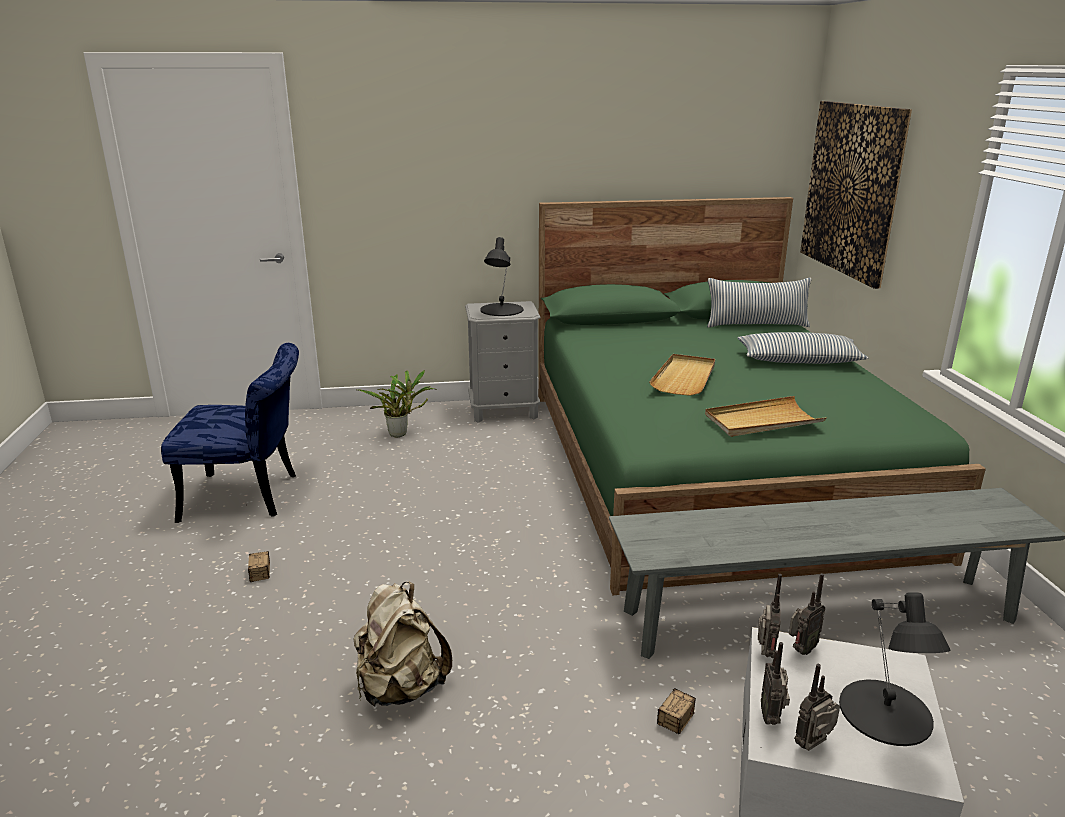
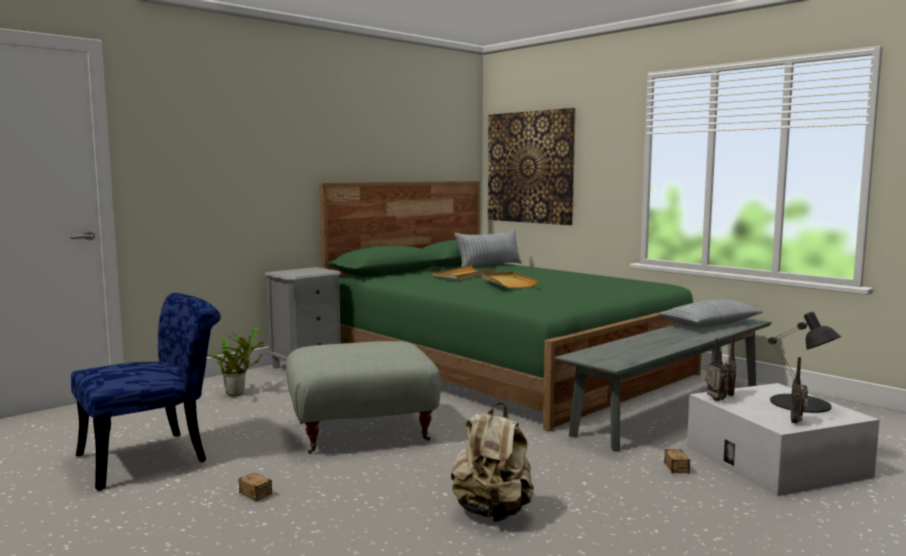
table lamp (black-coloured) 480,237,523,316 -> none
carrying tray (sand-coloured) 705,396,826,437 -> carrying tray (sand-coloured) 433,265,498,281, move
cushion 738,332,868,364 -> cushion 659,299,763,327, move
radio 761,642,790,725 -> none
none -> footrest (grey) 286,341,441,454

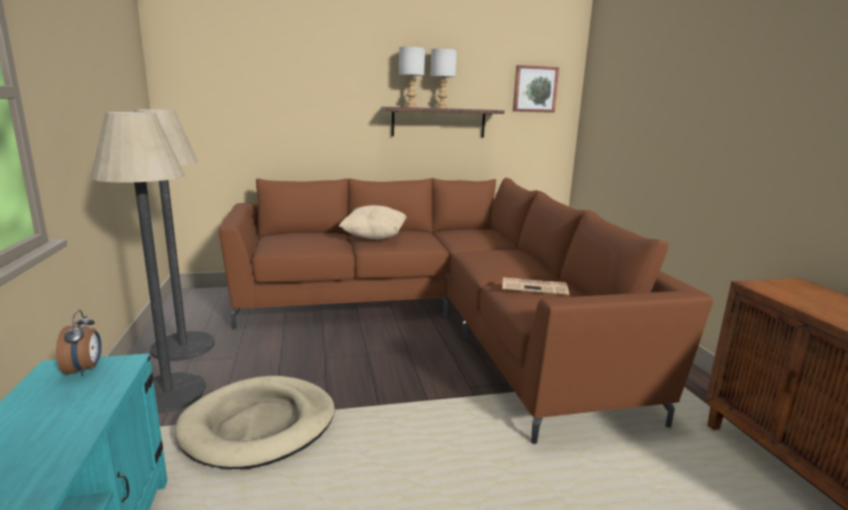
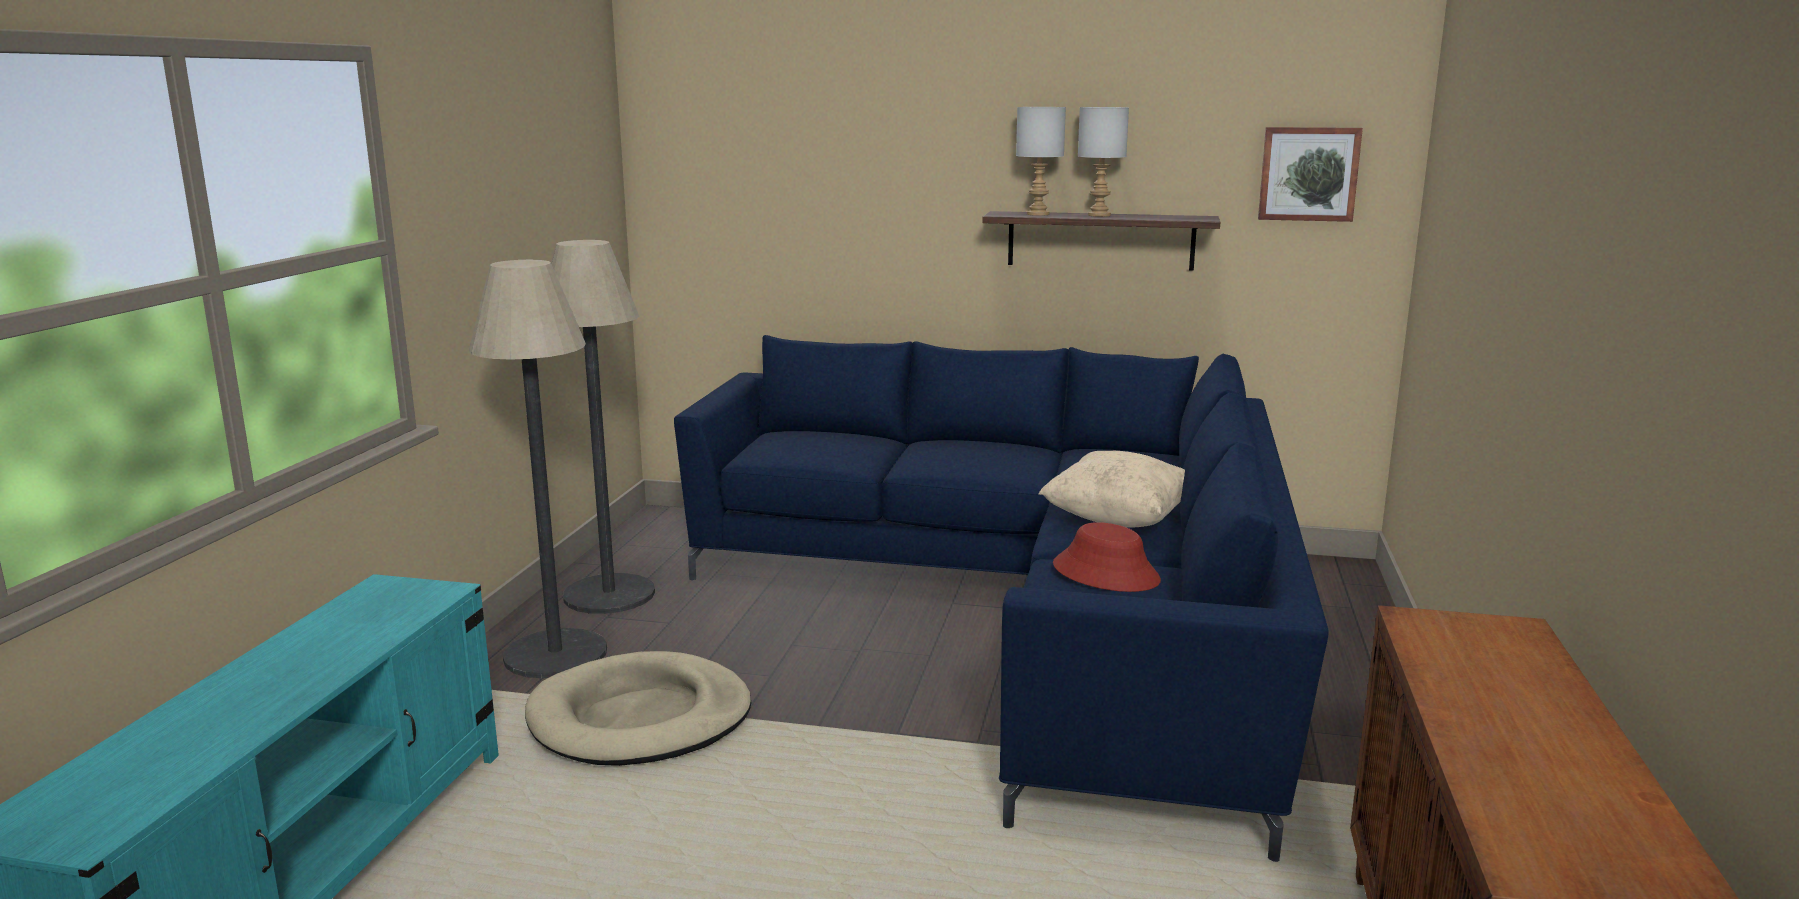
table clock 56,310,102,376 -> none
sofa (brown) 219,178,713,444 -> sofa (blue) 674,335,1329,862
cushion (sand-coloured) 339,205,406,239 -> cushion (sand-coloured) 1039,451,1185,528, move
daily paper 502,278,569,295 -> clothing hat (reddish) 1053,522,1161,592

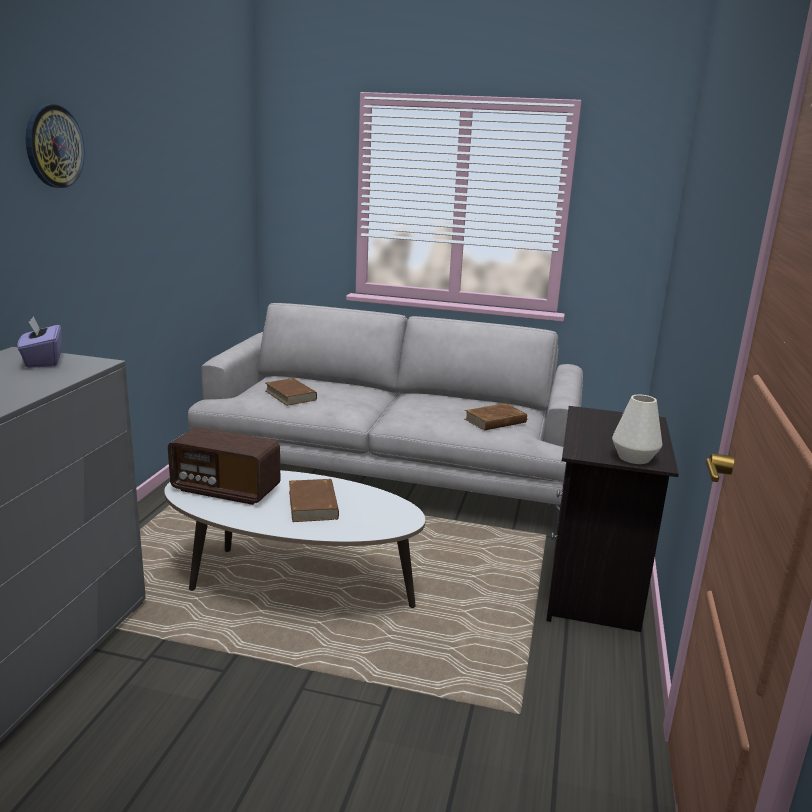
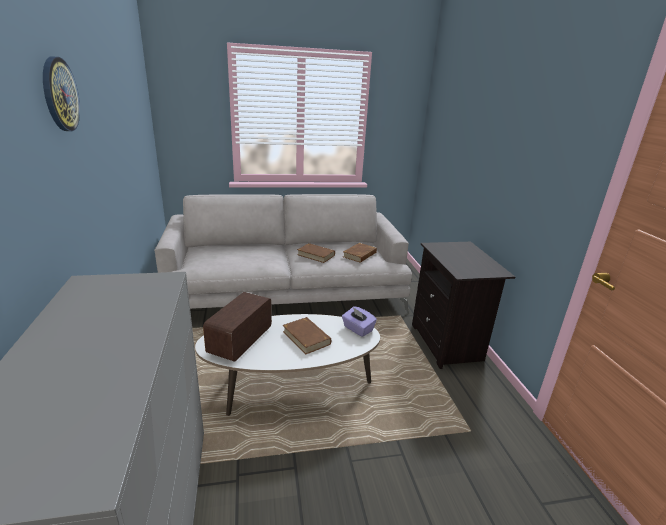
tissue box (purplish) 17,316,62,368 -> tissue box (purplish) 342,306,377,337, move
radio 168,427,280,505 -> radio 203,292,272,362, 120 degrees clockwise
book (brown) 266,378,317,406 -> book (brown) 297,243,335,263, move
flower vase (whitish) 612,394,662,464 -> none

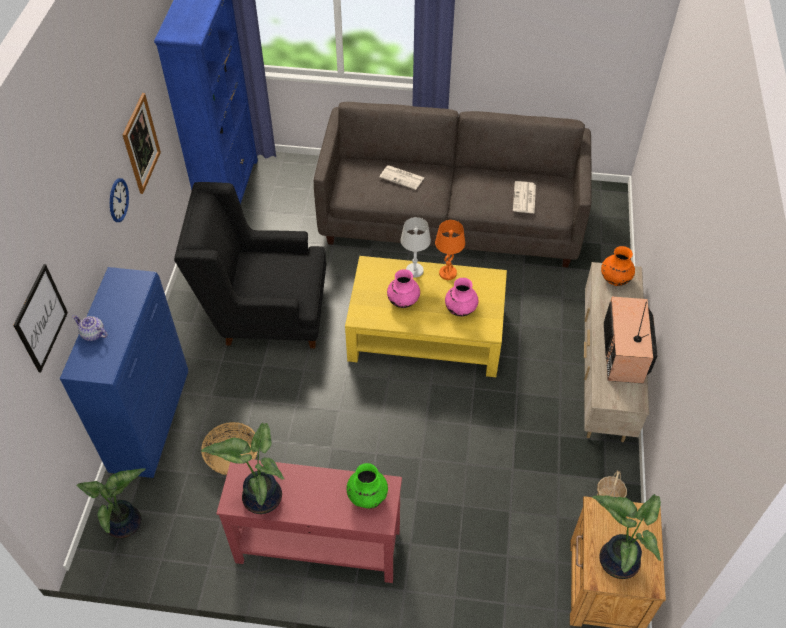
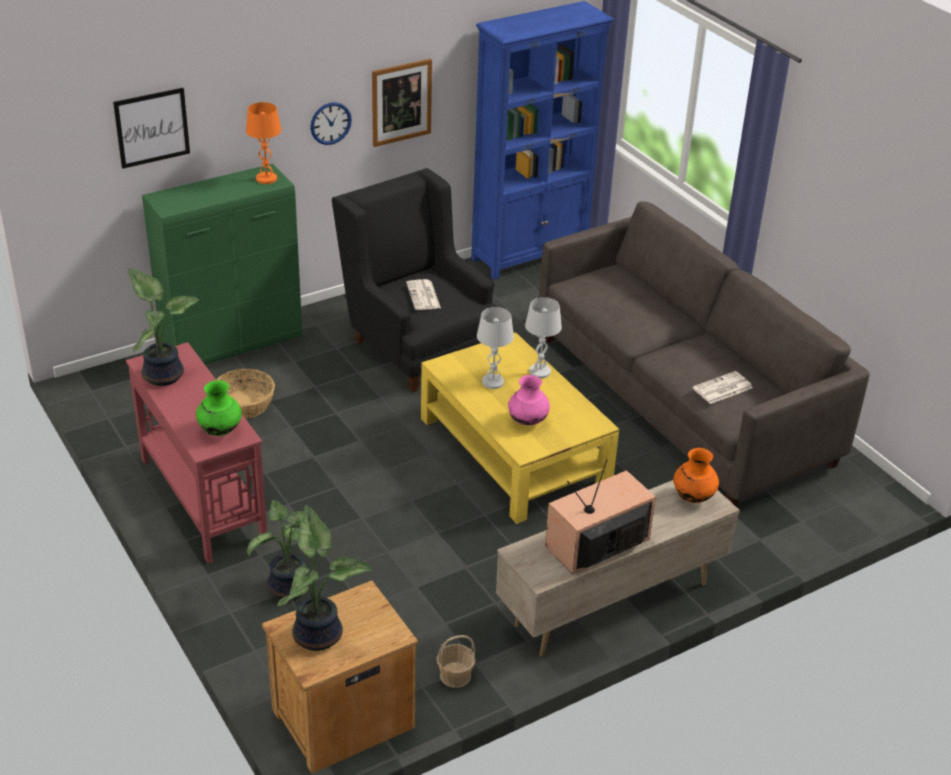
cupboard (blue) 60,267,188,478 -> cupboard (green-coloured) 142,164,302,365
teapot 72,315,108,341 -> none
potted plant 76,468,146,539 -> potted plant 247,500,326,599, move
daily paper 379,165,425,190 -> daily paper 406,279,441,310, move
flower vase (pink-coloured) 387,269,420,308 -> table lamp (whitish) 477,307,514,389
table lamp (orange-coloured) 435,220,465,280 -> table lamp (orange-coloured) 246,102,281,184, move

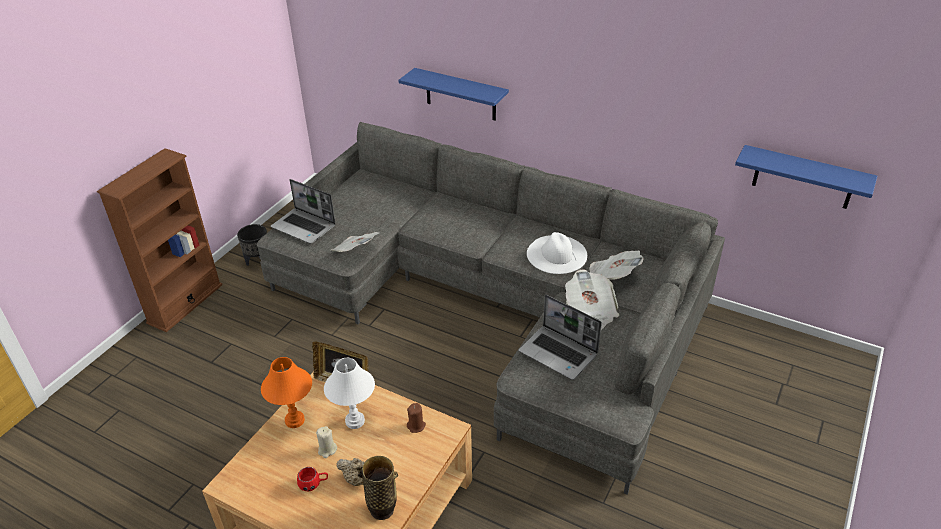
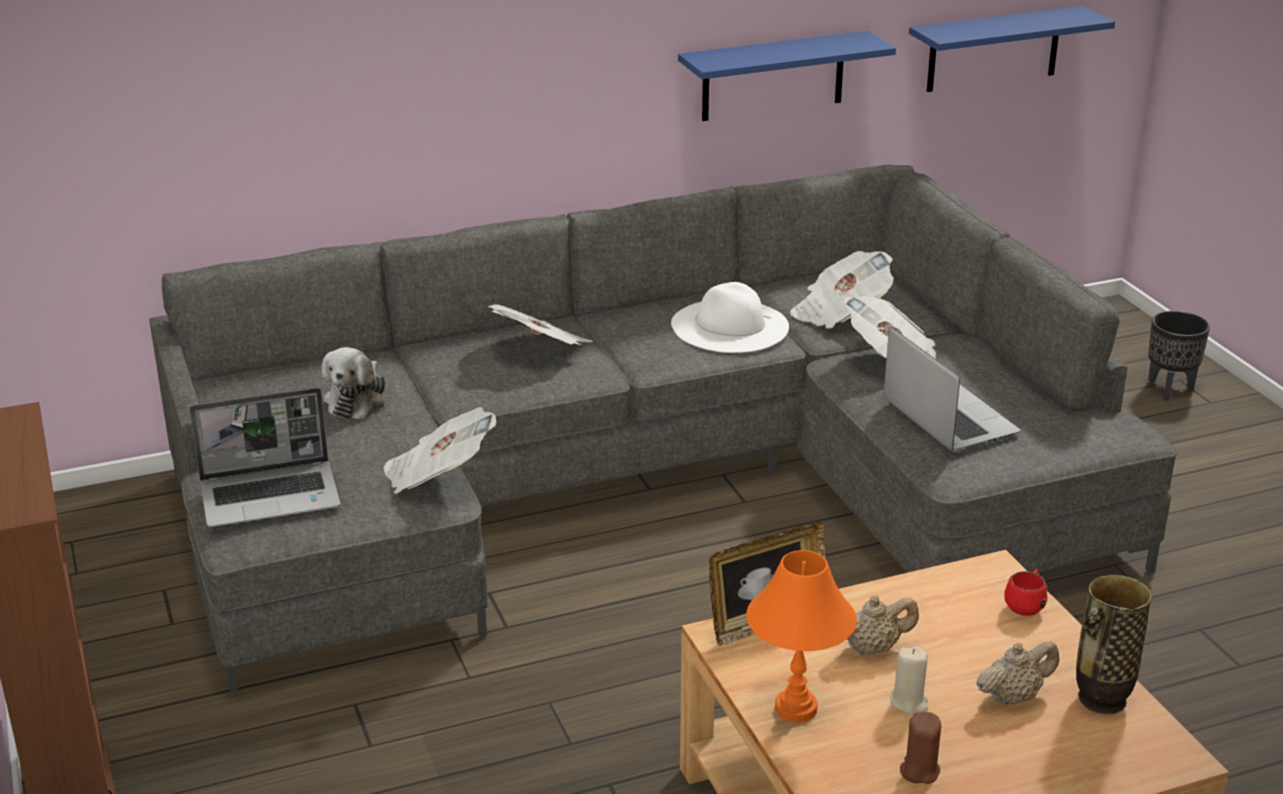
flower pot (black-coloured) 237,224,267,266 -> flower pot (black-coloured) 1148,311,1210,401, move
tea mug (reddish) 297,467,328,491 -> tea mug (reddish) 1004,569,1047,616, move
table lamp (whitish) 324,358,375,429 -> teapot (sand-coloured) 847,595,919,655
shelf (blue) 399,68,509,121 -> shelf (blue) 678,31,896,121, move
candle (brown) 407,403,426,433 -> candle (brown) 900,712,941,784, move
laptop 519,295,602,380 -> laptop 884,327,1020,452, 105 degrees counterclockwise
none -> cuddly toy 322,347,386,419
none -> daily paper 488,304,593,345

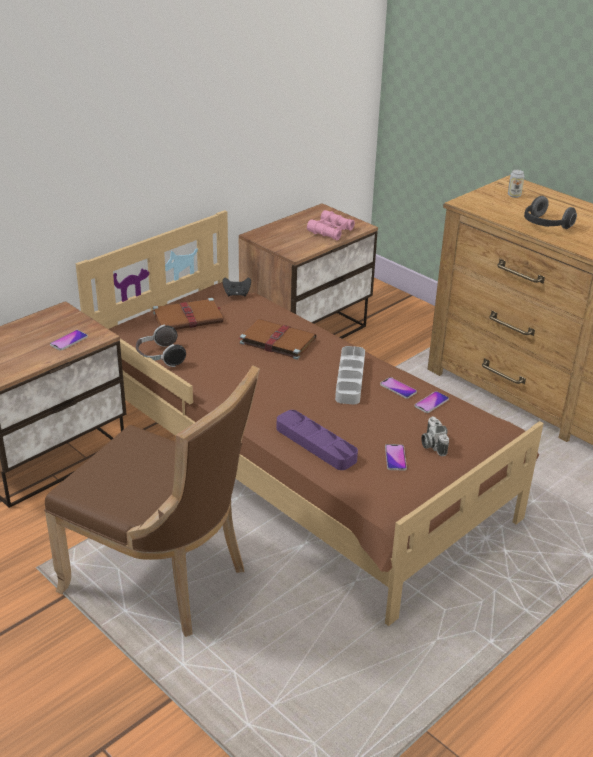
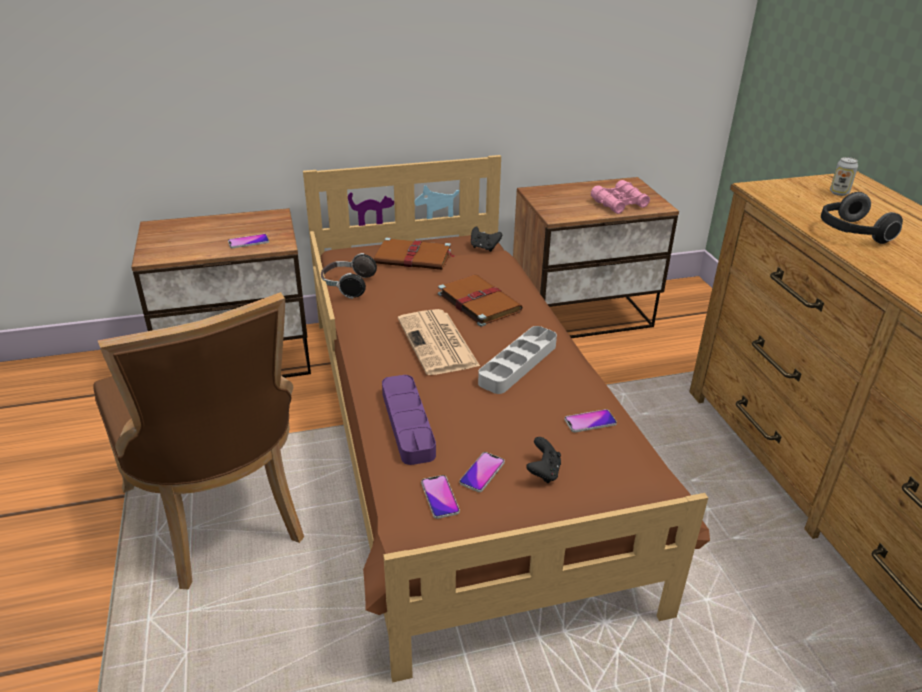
phone 380,377,417,399 -> phone 421,475,460,519, move
still camera 421,416,449,456 -> game controller (black-coloured) 526,437,561,483
none -> daily paper 398,309,480,375

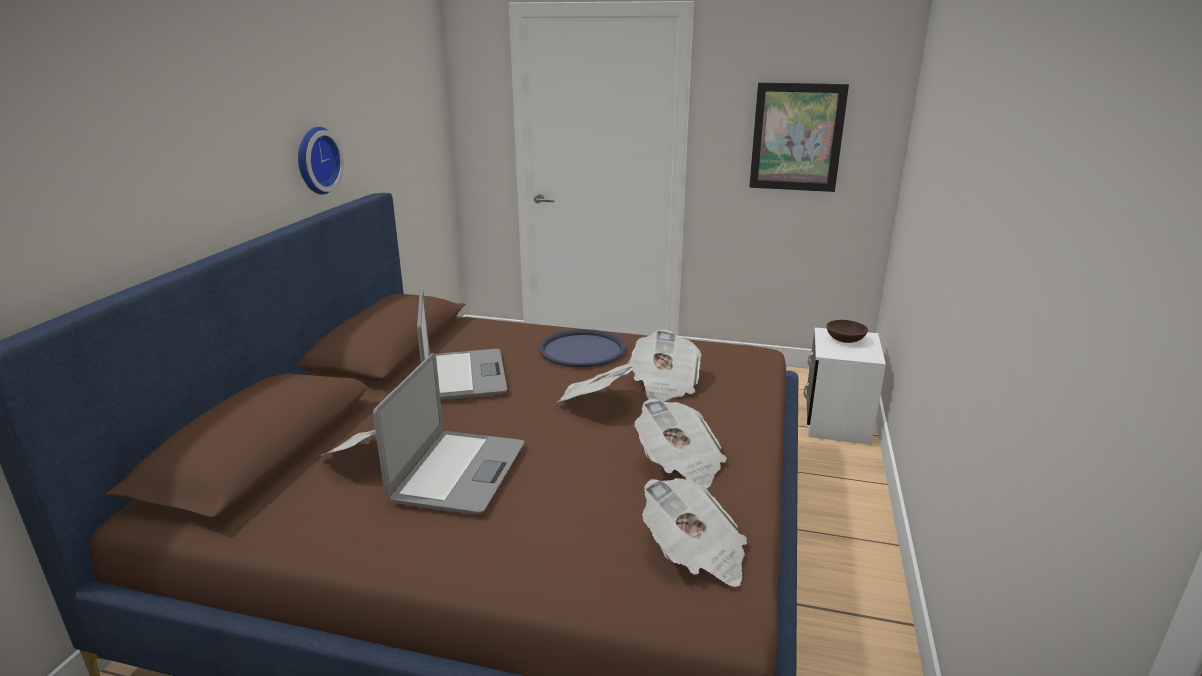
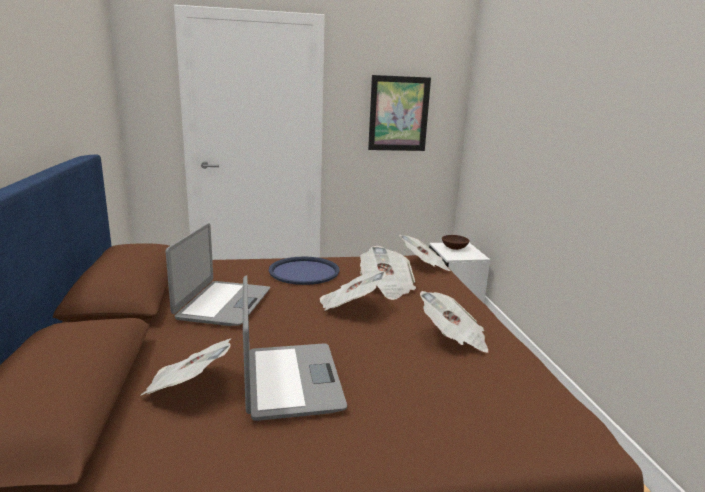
hanging clock 298,127,344,195 -> none
laptop 417,289,507,400 -> laptop 166,223,270,326, 45 degrees clockwise
daily paper 642,478,747,587 -> daily paper 399,235,450,271, move

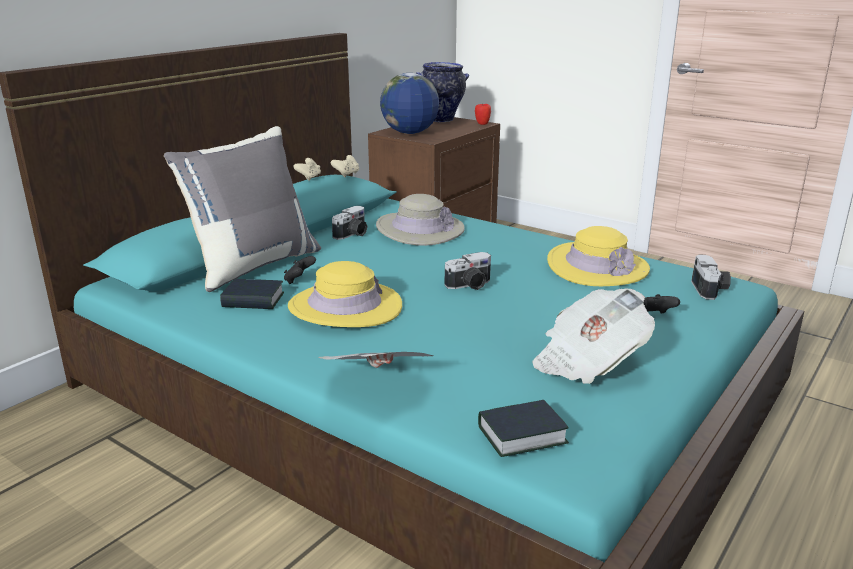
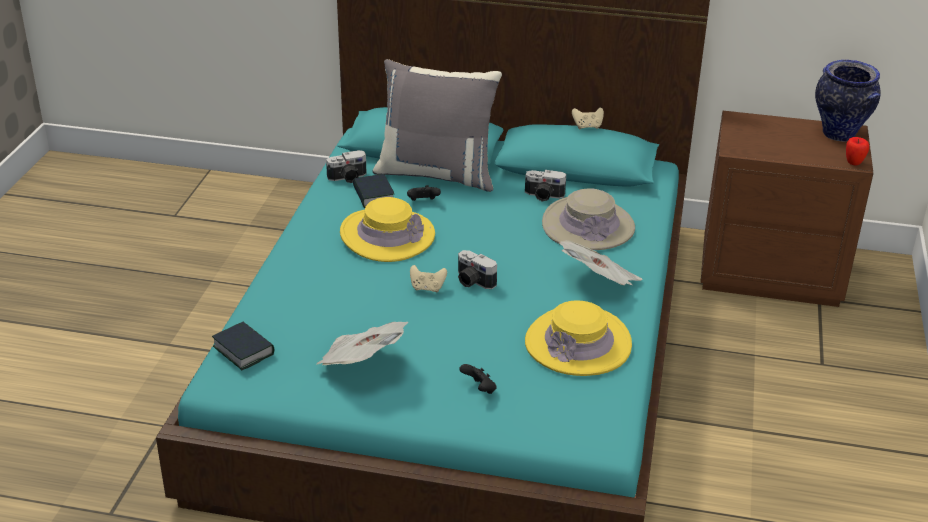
daily paper 318,352,433,368 -> daily paper 560,240,643,286, move
game controller (sand-coloured) 331,155,359,177 -> game controller (sand-coloured) 410,265,447,292, move
desk globe 380,73,439,134 -> none
still camera 691,254,731,300 -> still camera 326,150,366,183, move

